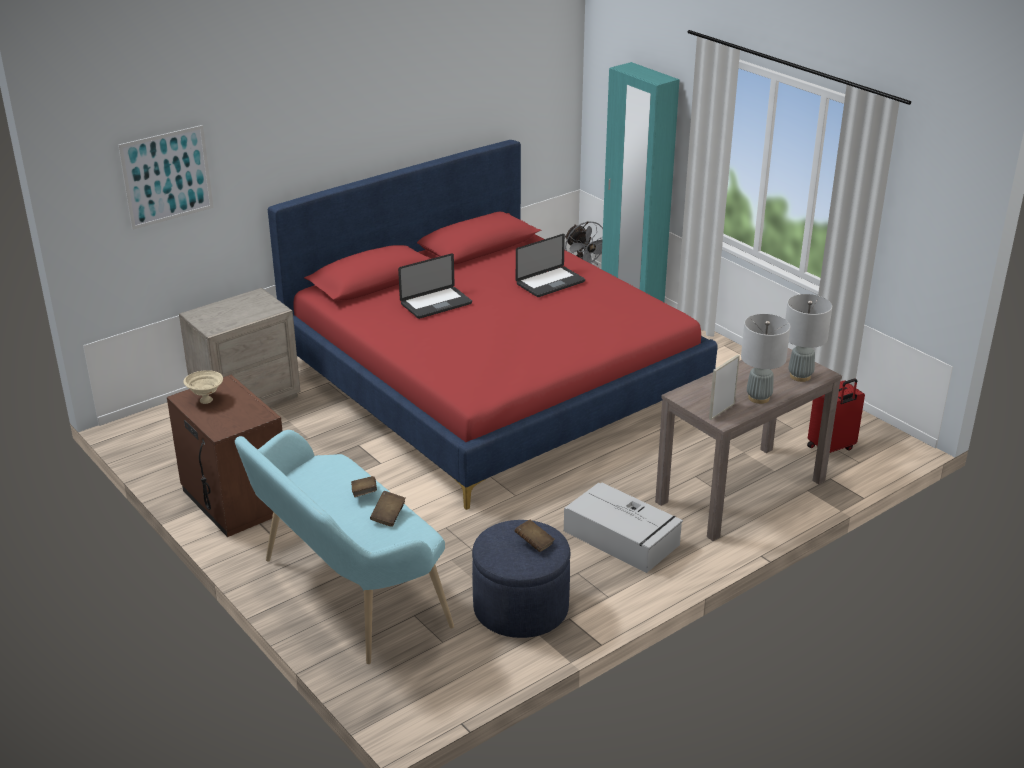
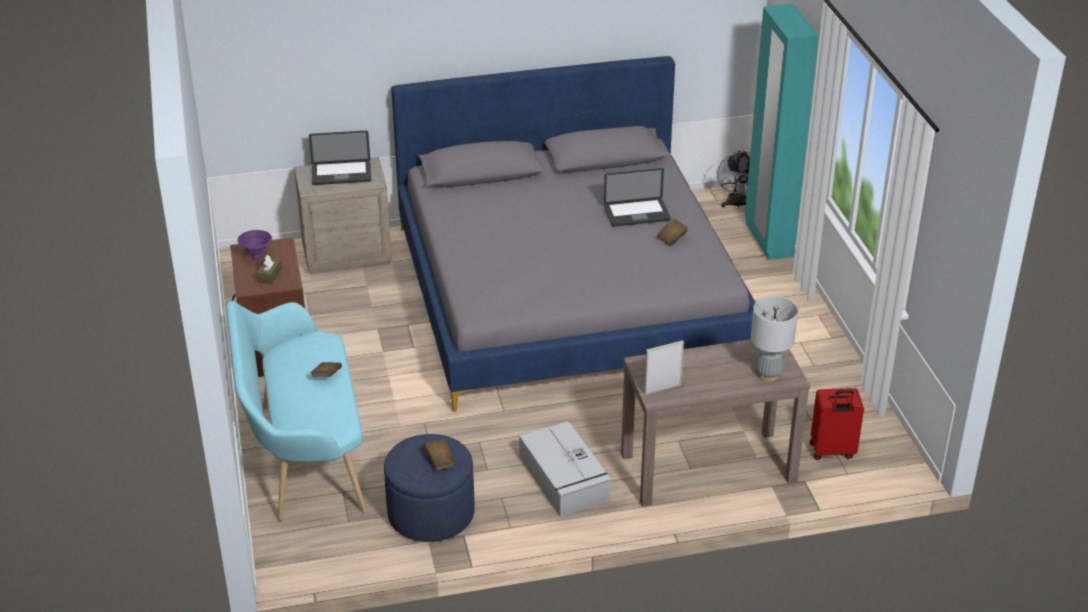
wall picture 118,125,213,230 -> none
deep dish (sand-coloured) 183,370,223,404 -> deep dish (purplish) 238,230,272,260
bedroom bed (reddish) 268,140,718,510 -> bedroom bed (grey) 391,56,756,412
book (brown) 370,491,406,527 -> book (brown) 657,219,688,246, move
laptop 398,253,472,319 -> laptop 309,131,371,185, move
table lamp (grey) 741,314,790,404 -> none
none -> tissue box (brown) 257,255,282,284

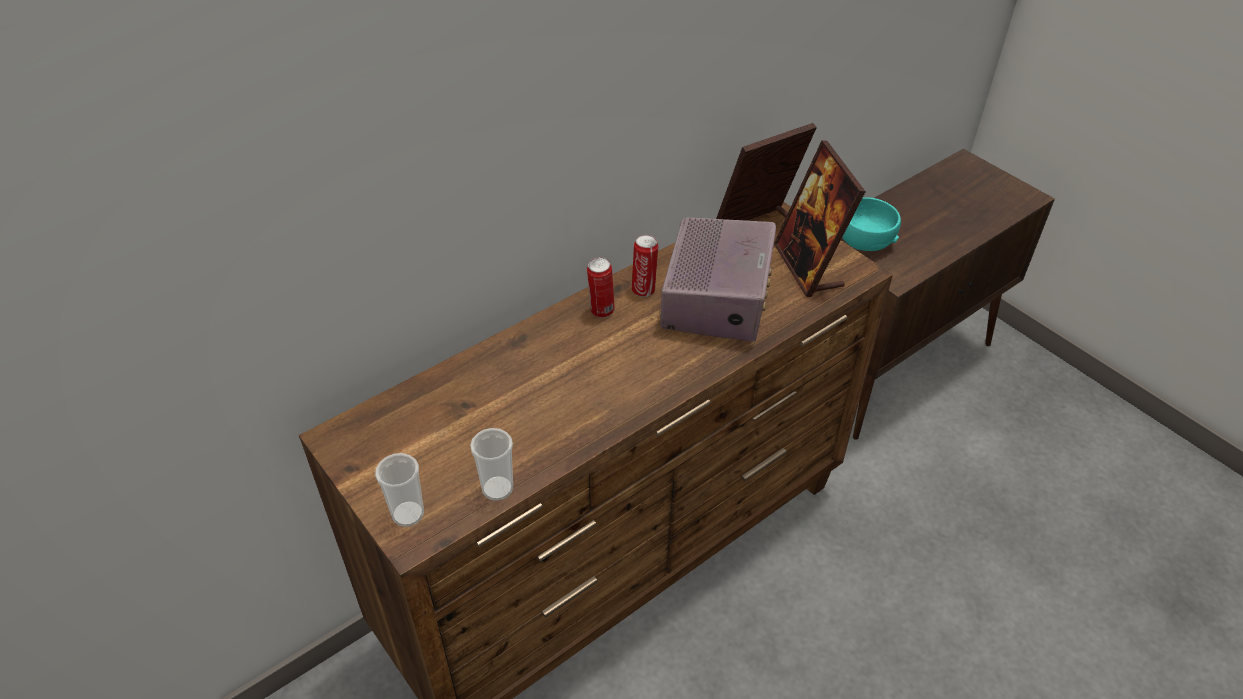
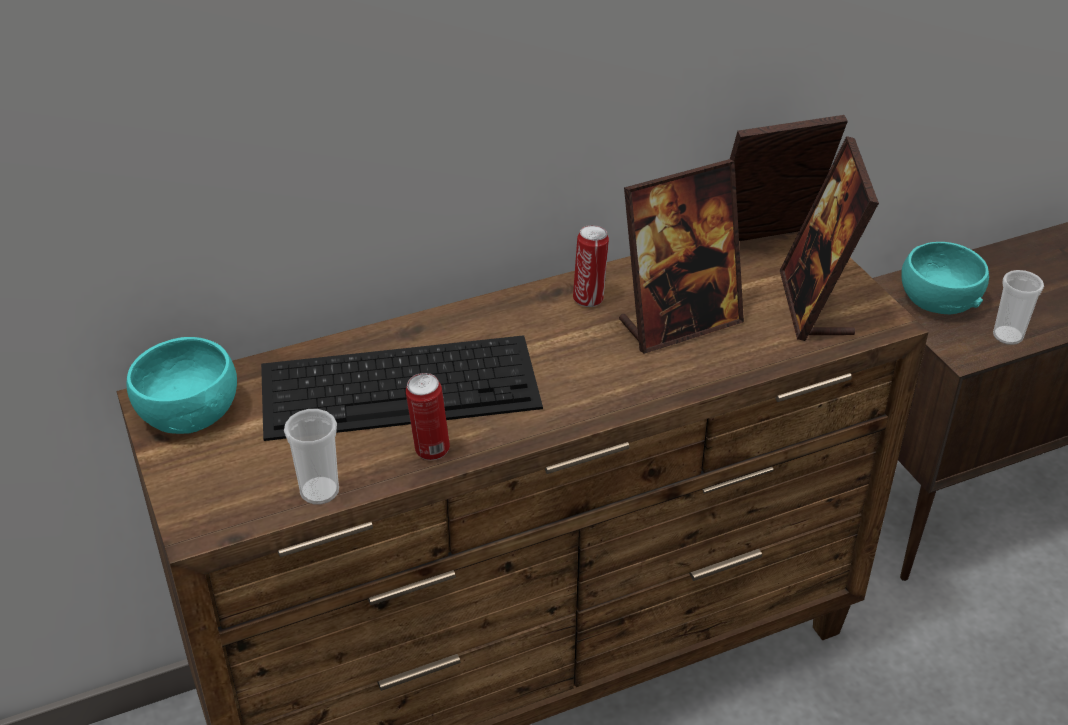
small cup 375,453,424,527 -> small cup 993,270,1044,345, move
metal can 587,257,615,318 -> metal can 406,373,450,460, move
radio 660,218,776,341 -> standing frame 619,159,744,354
none -> deep dish (turquoise) 126,337,237,434
none -> keyboard 261,335,543,441

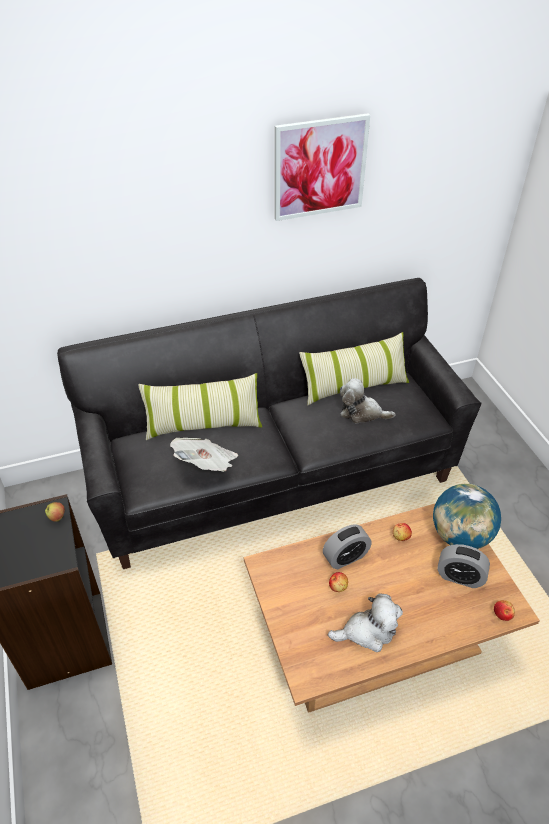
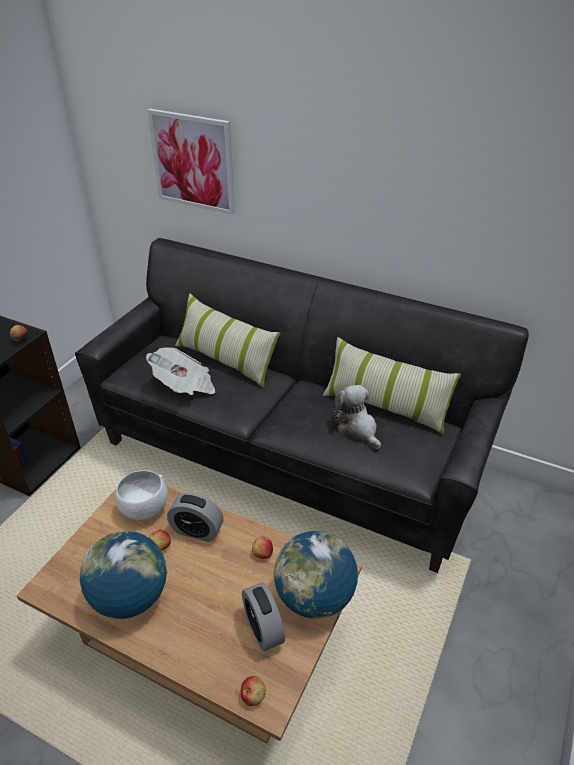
wall picture 275,113,370,221 -> wall picture 147,109,235,215, move
cuddly toy 328,593,403,652 -> desk globe 80,531,167,619
none -> deep dish (whitish) 115,470,168,520

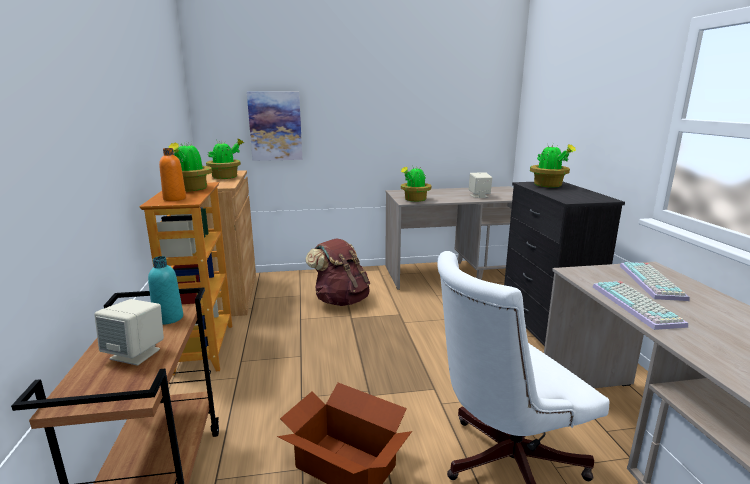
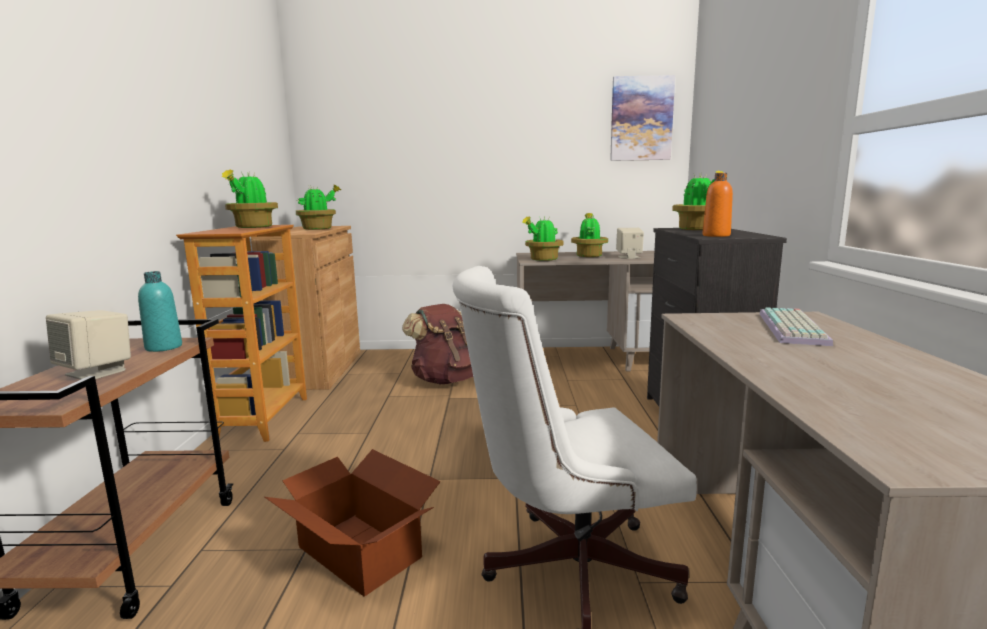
beverage bottle (orange-coloured) 159,148,186,201 -> beverage bottle (orange-coloured) 702,173,733,237, move
wall picture 247,92,302,161 -> wall picture 610,75,675,161, move
keyboard 593,281,688,330 -> none
none -> potted plant 571,213,608,257

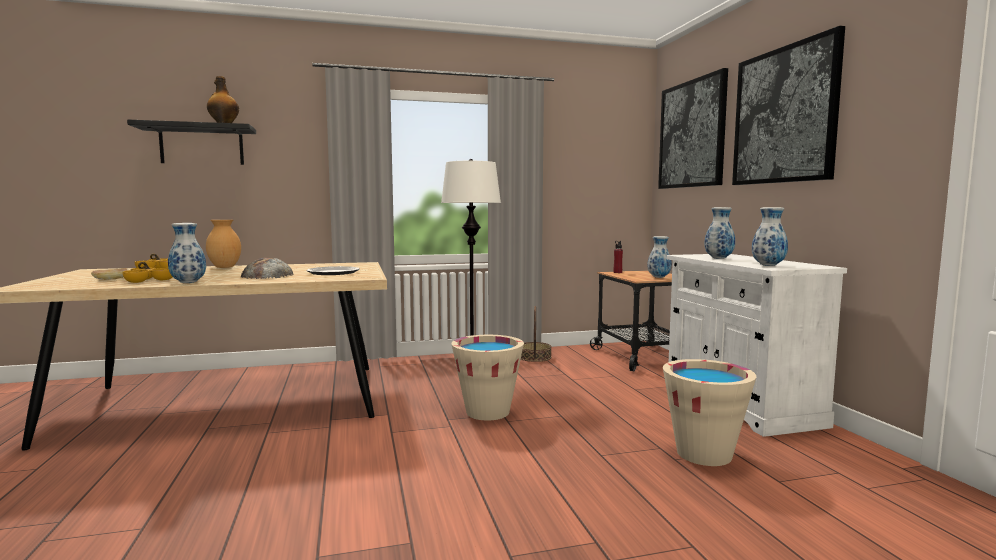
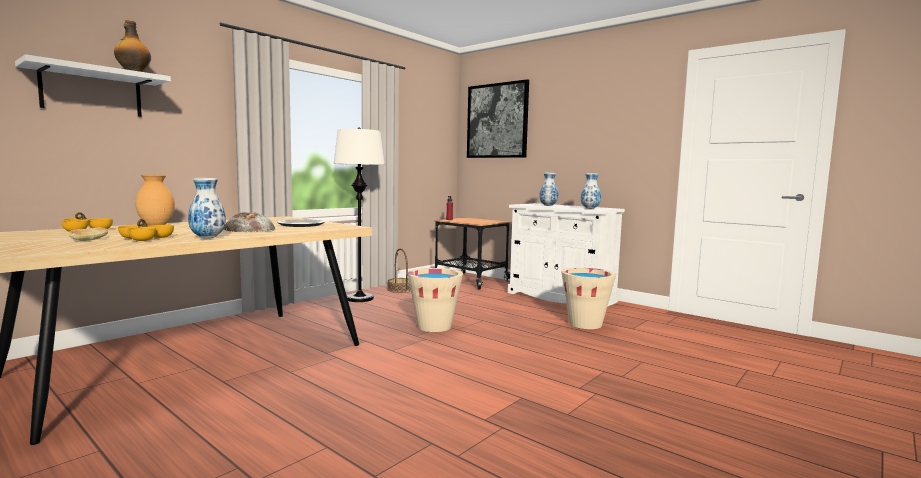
shelf (black-coloured) 127,120,256,165 -> shelf (whitish) 15,54,171,117
flower vase 647,236,672,278 -> none
wall picture 732,26,845,185 -> none

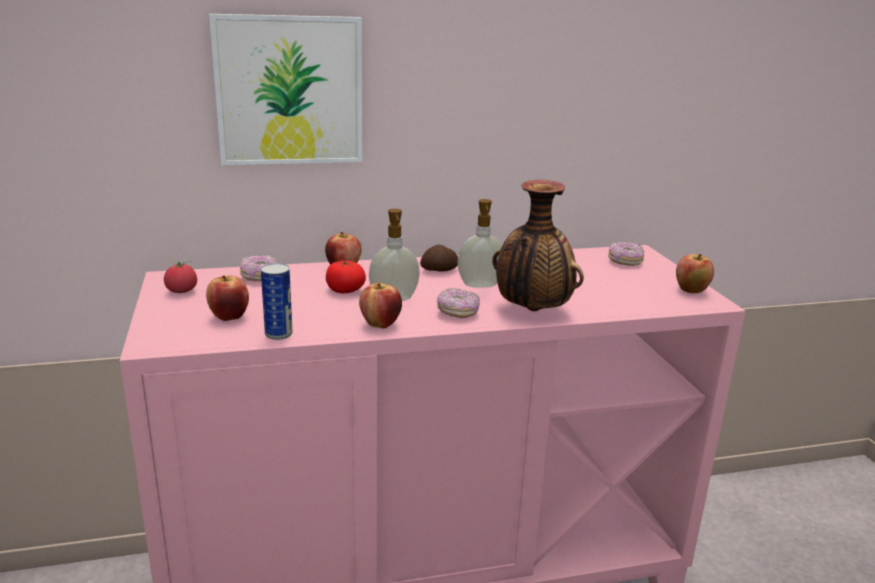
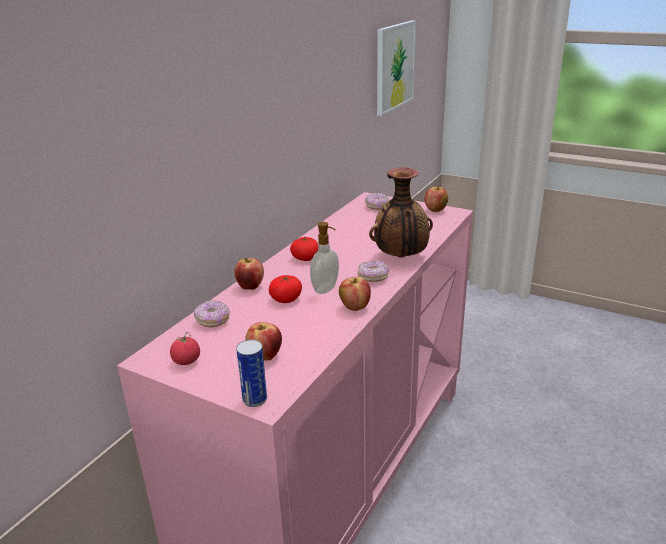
wall picture 209,14,363,165 -> wall picture 377,20,416,116, move
metal can 261,263,293,340 -> metal can 236,340,267,407, move
spud 420,245,458,271 -> fresh tomato 290,237,318,261
liquid soap bottle 457,199,502,288 -> none

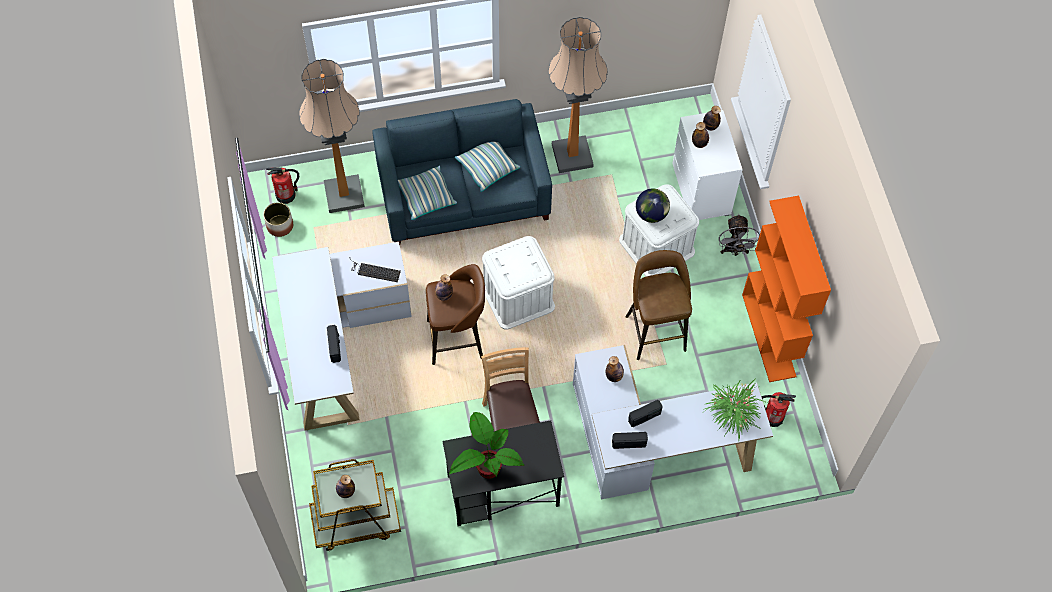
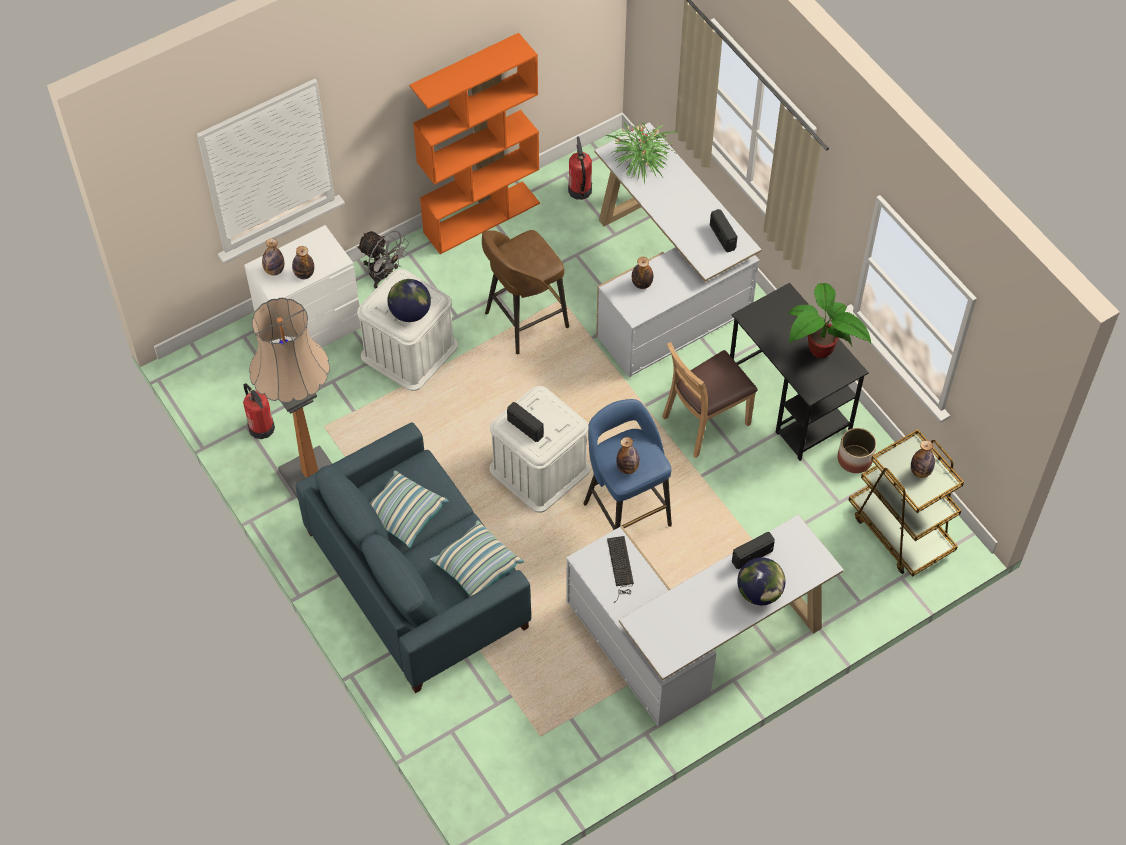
flower pot 264,202,293,237 -> flower pot 838,428,876,473, move
extinguisher 266,167,299,204 -> extinguisher 243,383,275,439, move
floor lamp 299,59,365,213 -> none
sitting stool (brown) 426,264,485,365 -> sitting stool (blue) 583,399,672,530
radio 628,400,663,427 -> radio 507,402,544,442, move
cooling fan (grey) 719,214,760,256 -> cooling fan (grey) 357,231,409,289, 60 degrees clockwise
none -> desk globe 737,557,786,605

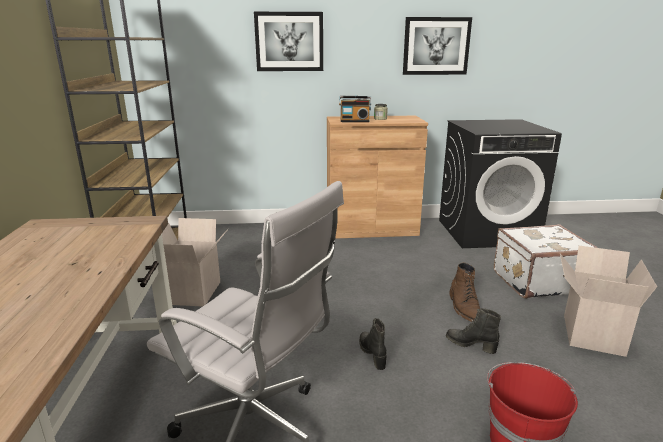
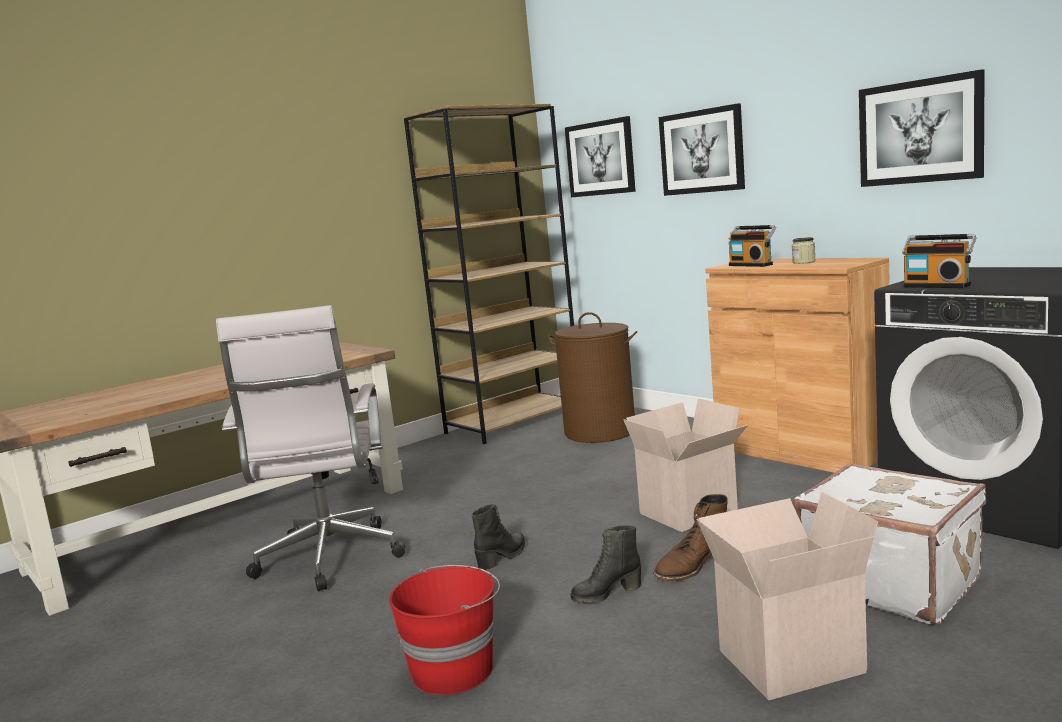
cardboard box 162,218,228,307 -> cardboard box 623,398,748,532, move
high-top boot (black-coloured) 446,308,501,354 -> high-top boot (black-coloured) 571,526,641,603, 105 degrees counterclockwise
none -> hamper (brown) 547,312,637,443
none -> wall picture 565,116,636,197
none -> radio 902,234,976,288

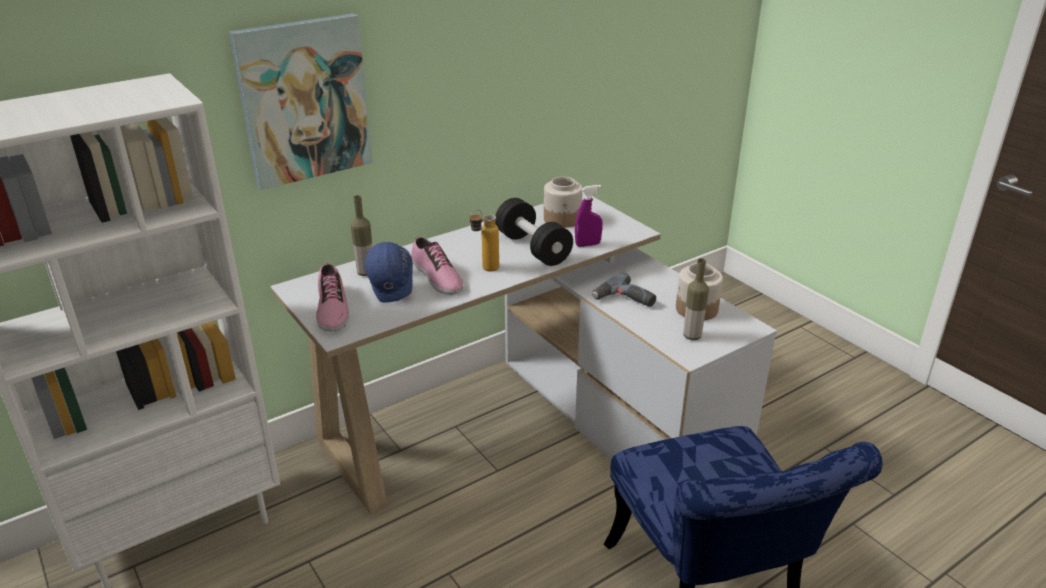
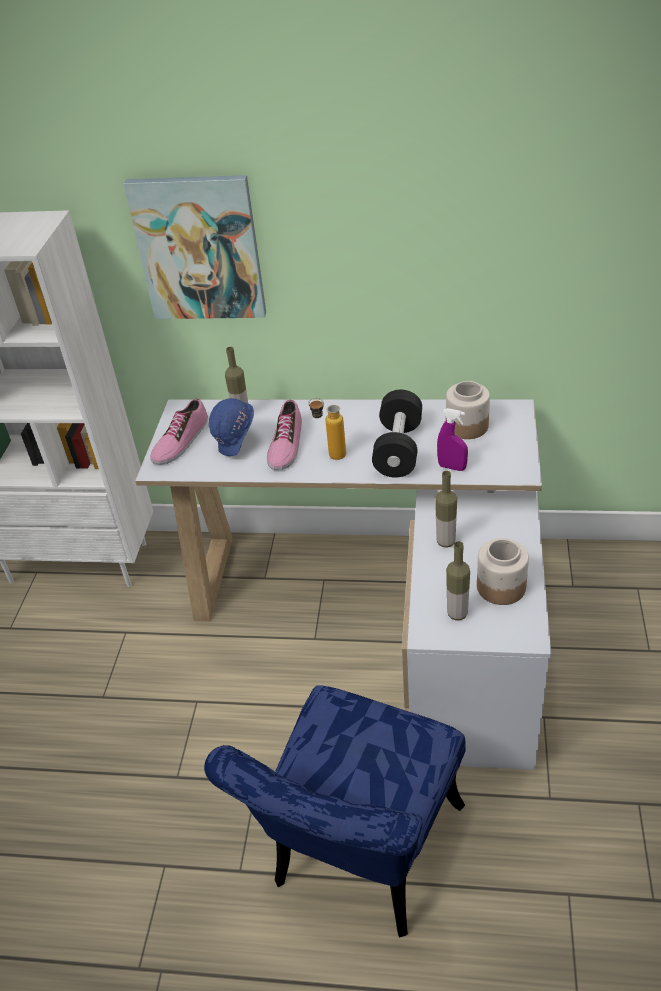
electric drill 592,272,656,307 -> beverage bottle 435,471,457,548

